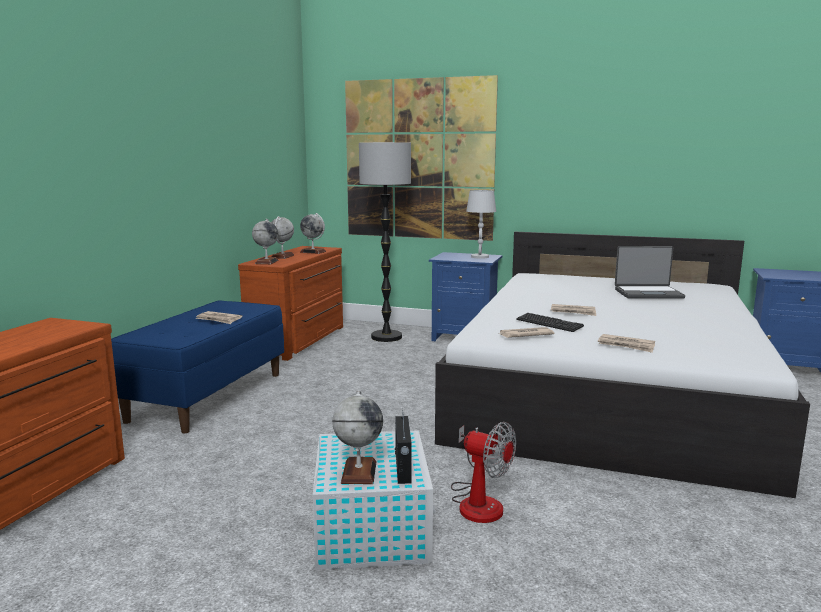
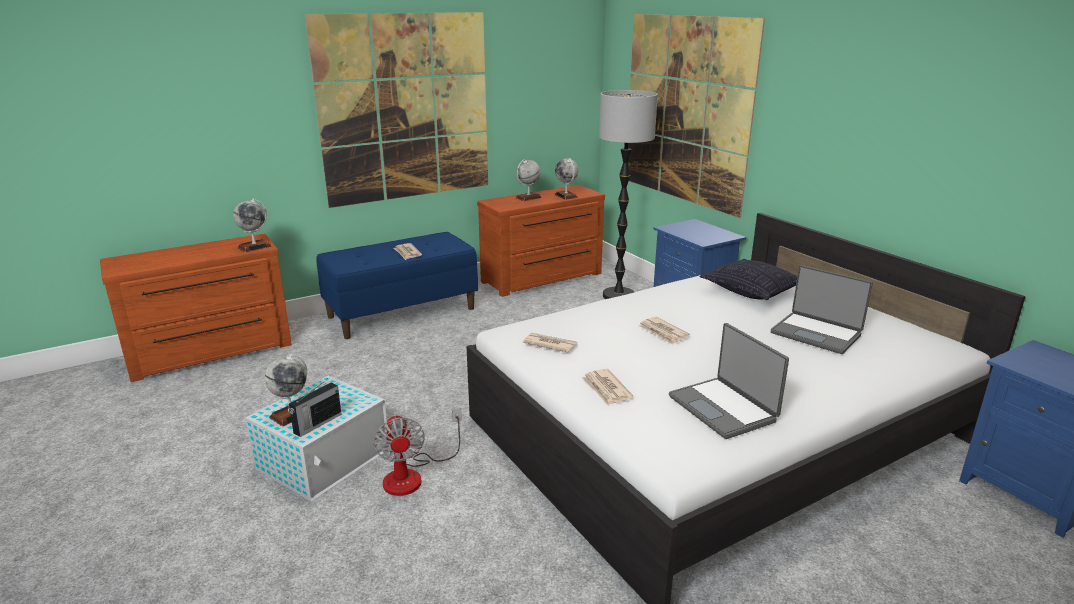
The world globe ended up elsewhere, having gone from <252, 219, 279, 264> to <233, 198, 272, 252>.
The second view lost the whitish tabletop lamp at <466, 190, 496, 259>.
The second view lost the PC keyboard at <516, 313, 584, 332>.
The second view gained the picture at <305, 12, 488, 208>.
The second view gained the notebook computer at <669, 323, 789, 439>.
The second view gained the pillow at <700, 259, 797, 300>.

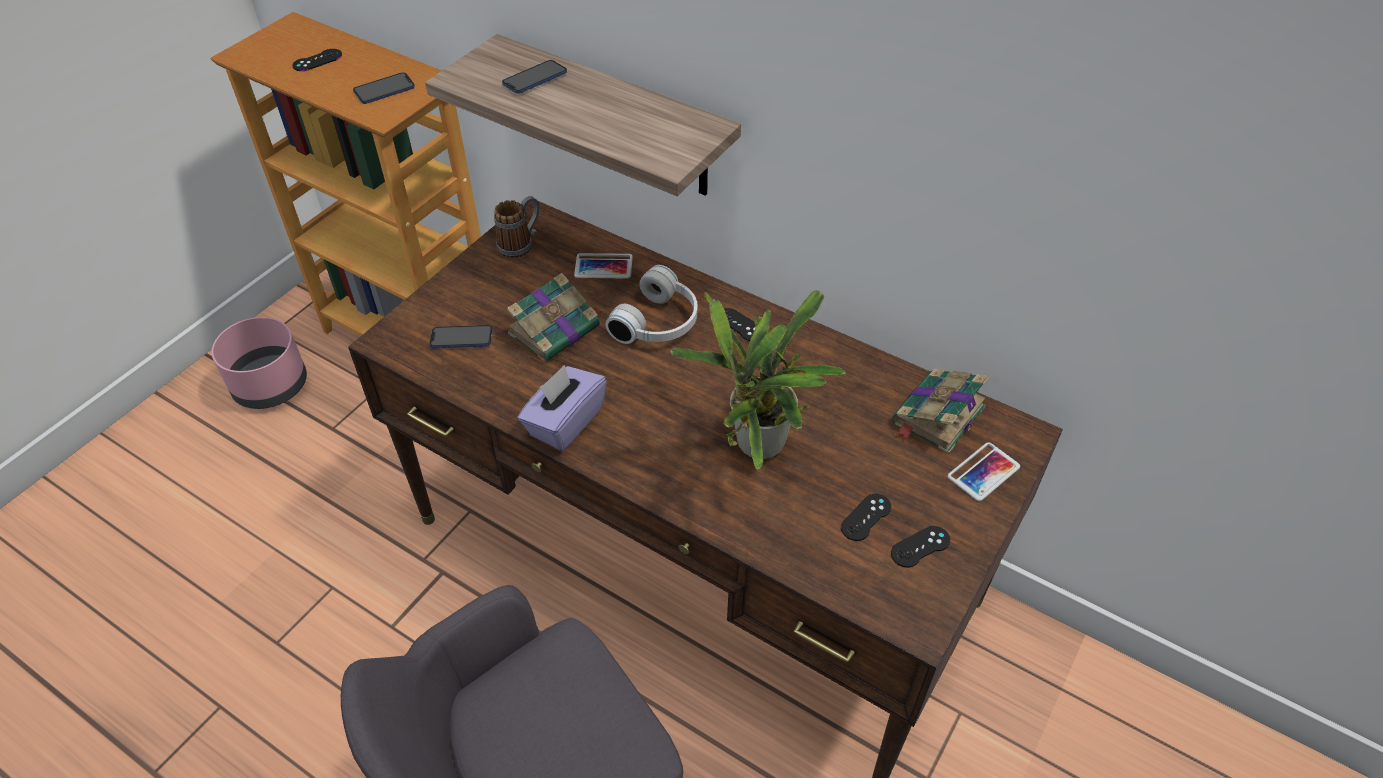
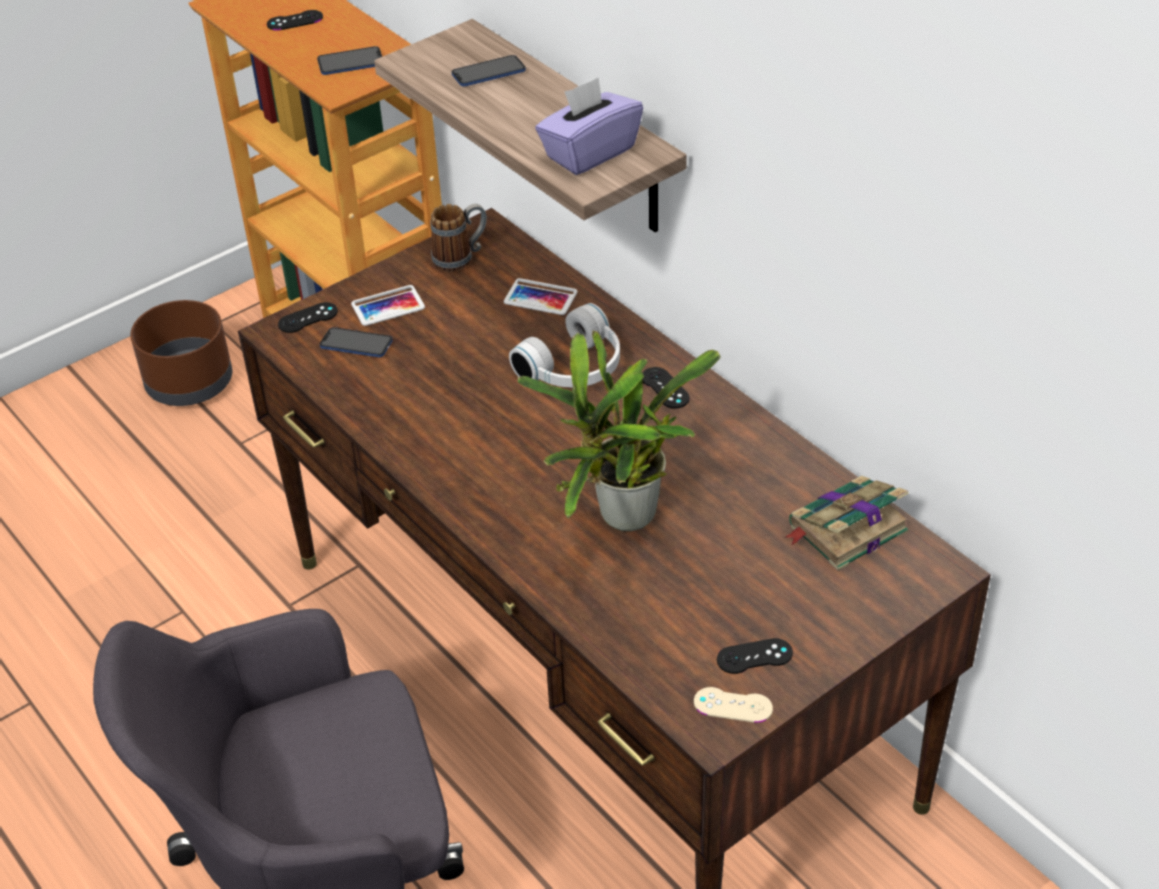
What was the pink flower pot at <211, 317, 307, 409> turned into the brown-coloured flower pot at <130, 300, 232, 406>.
The second view lost the bound book at <507, 273, 603, 362>.
The purple-coloured box of tissues ended up elsewhere, having gone from <517, 365, 607, 451> to <535, 77, 643, 175>.
The black gamepad ended up elsewhere, having gone from <841, 494, 891, 541> to <278, 302, 338, 333>.
The telephone ended up elsewhere, having gone from <948, 442, 1020, 501> to <351, 285, 425, 326>.
The second view gained the sand-coloured gamepad at <694, 687, 773, 723>.

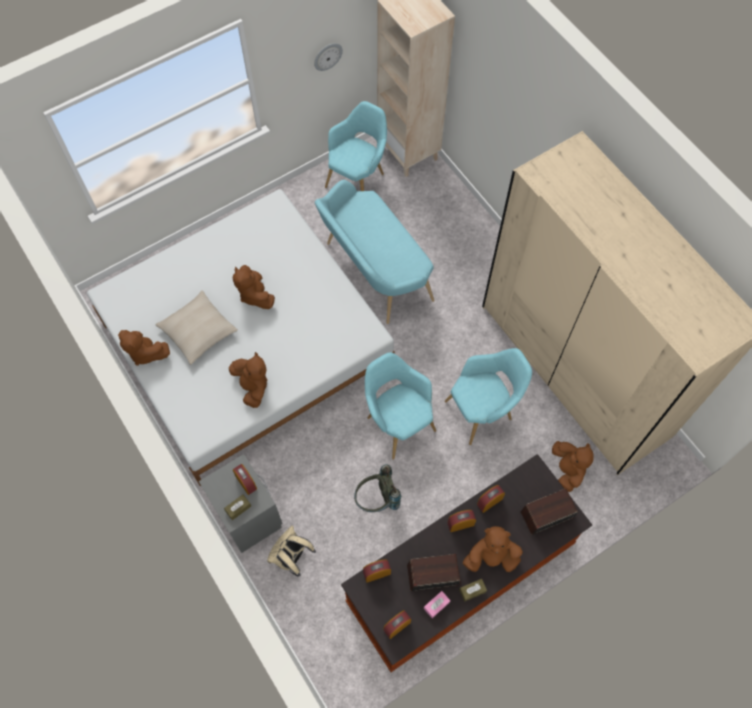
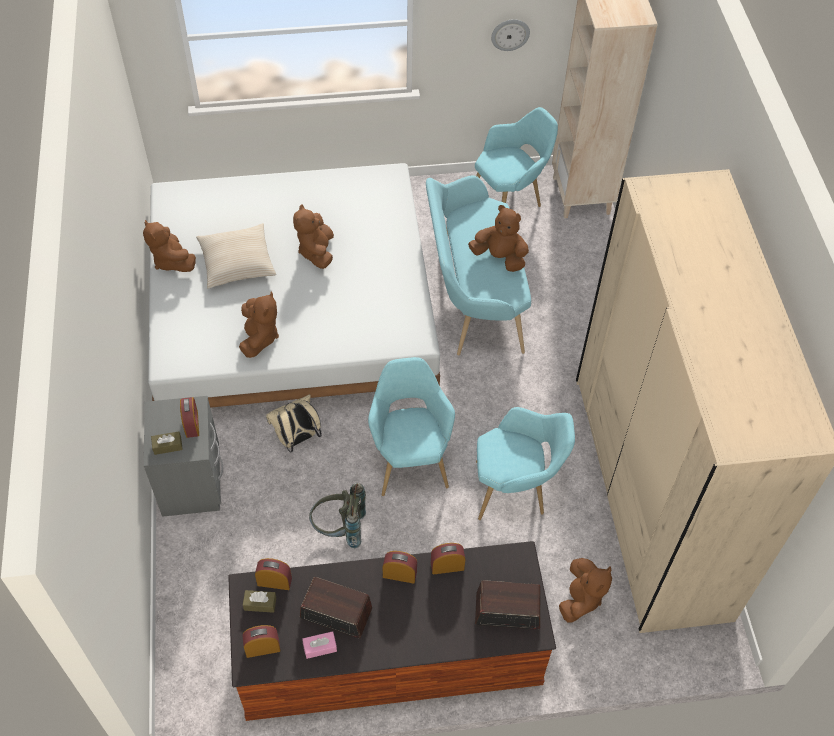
The sand-coloured rucksack ended up elsewhere, having gone from <267, 525, 316, 577> to <266, 394, 322, 452>.
The brown-coloured box of tissues ended up elsewhere, having gone from <459, 579, 487, 602> to <243, 590, 276, 613>.
The brown-coloured plush toy ended up elsewhere, having gone from <463, 526, 523, 572> to <468, 205, 529, 272>.

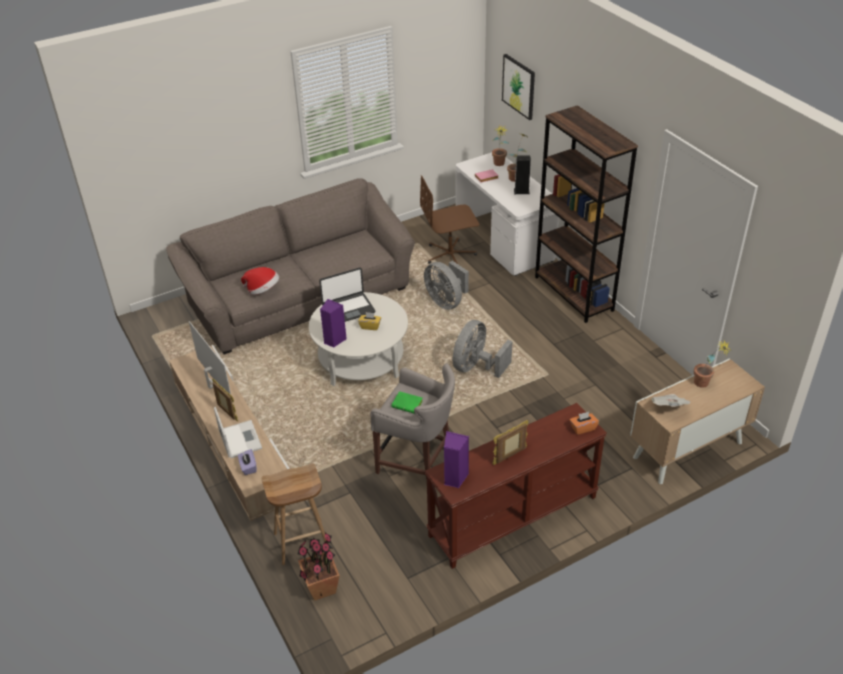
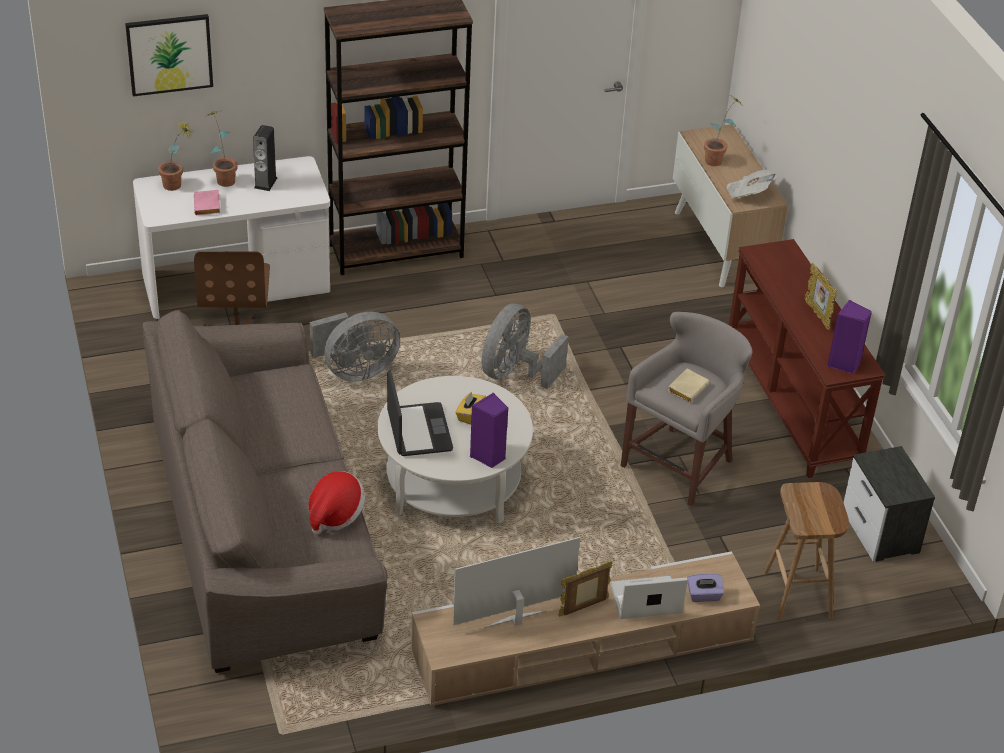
The second view lost the houseplant at <298, 532, 340, 601>.
What was the green bound book at <392, 391, 423, 414> turned into the sand-coloured bound book at <668, 369, 709, 402>.
The grey electric fan at <453, 320, 512, 378> ended up facing another way, 75 degrees clockwise from before.
The second view lost the orangey box of tissues at <570, 412, 599, 435>.
The second view gained the night table at <843, 446, 935, 562>.

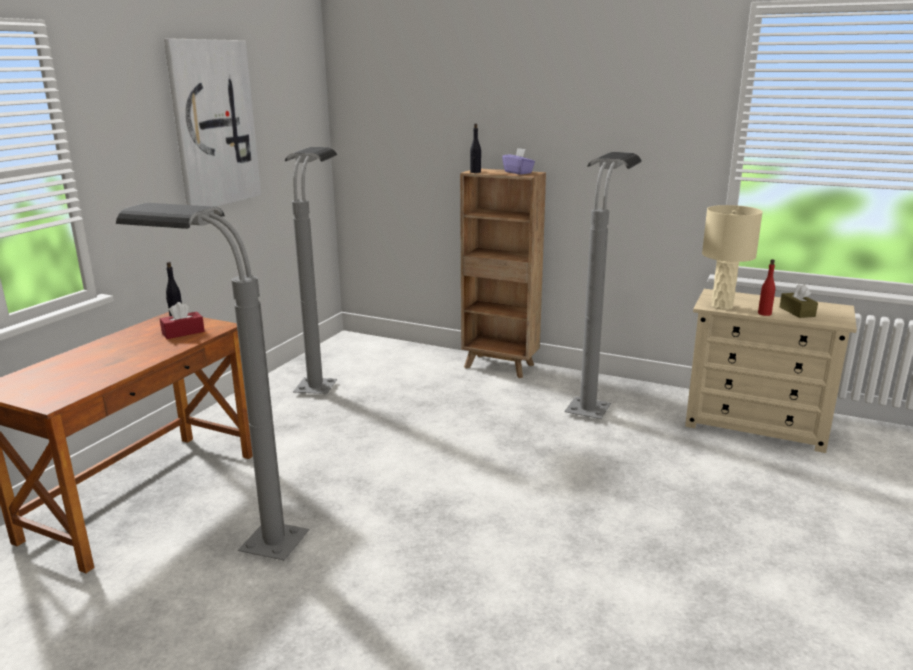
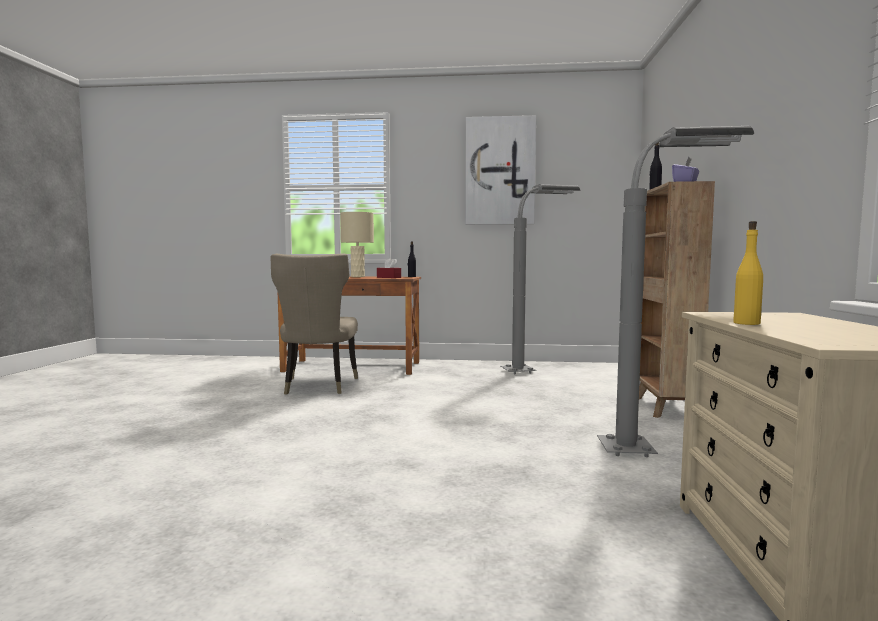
Where the grey standing lamp stood at <116, 203, 309, 560>, the sand-coloured plain chair came to stand at <270, 253, 358, 395>.
The sand-coloured tabletop lamp ended up elsewhere, having gone from <702, 205, 763, 310> to <340, 212, 374, 277>.
What was the reddish bottle at <758, 259, 775, 316> turned into the yellow-coloured bottle at <733, 221, 763, 325>.
The second view lost the brown-coloured box of tissues at <780, 284, 818, 318>.

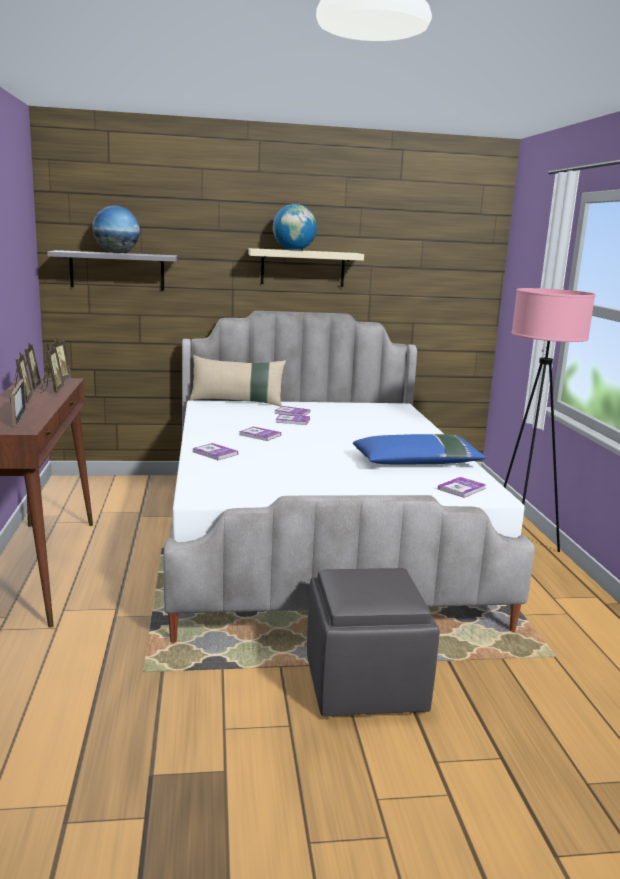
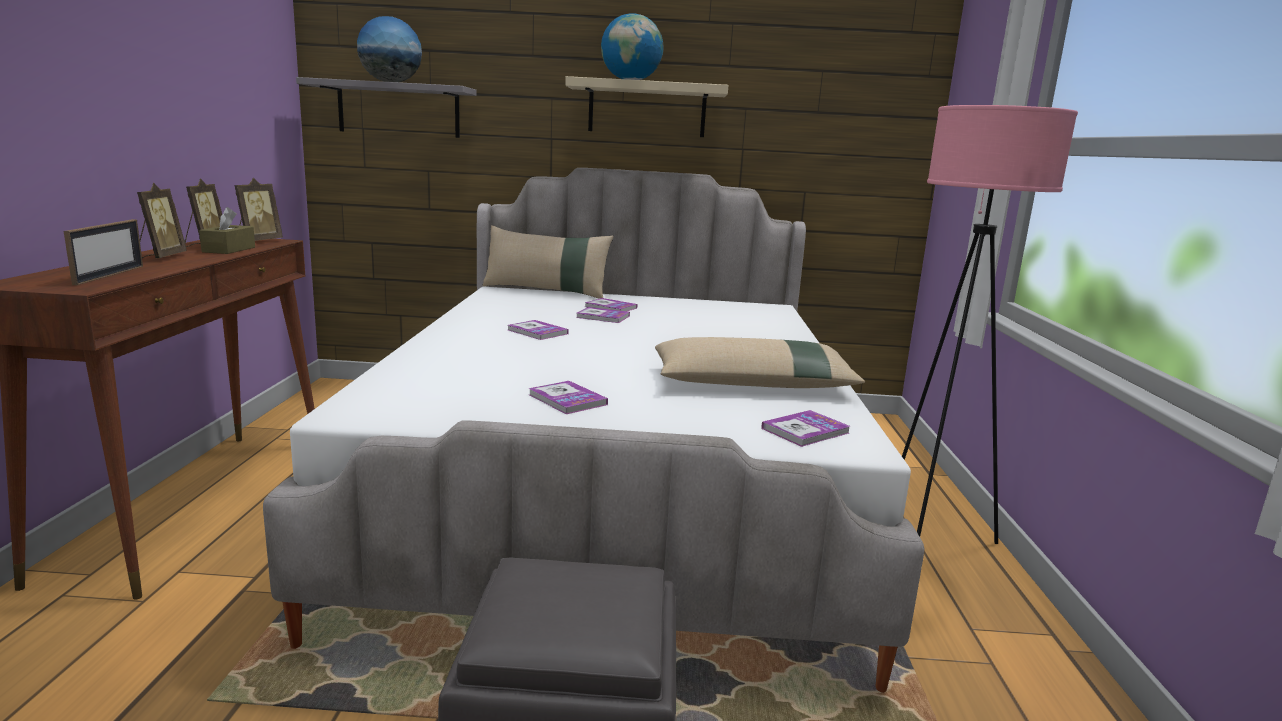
Where the photo frame stood at <41, 345, 64, 393>, the brown-coloured box of tissues came to stand at <199, 207, 255, 254>.
The bound book ended up elsewhere, having gone from <192, 443, 238, 460> to <529, 381, 608, 414>.
What was the bluish pillow at <353, 434, 487, 464> turned into the sand-coloured pillow at <655, 337, 865, 388>.

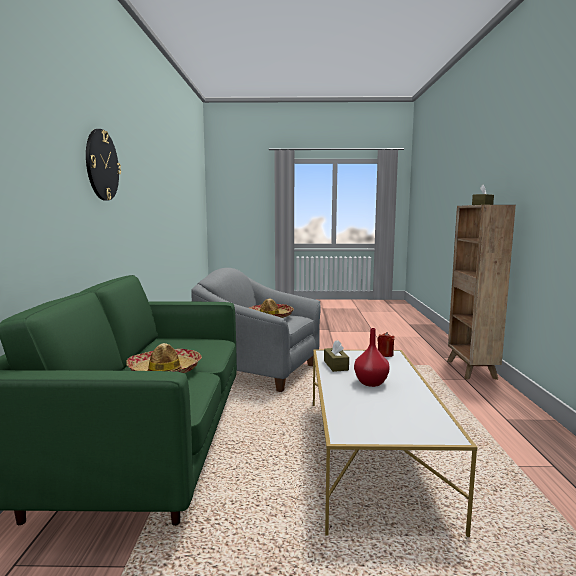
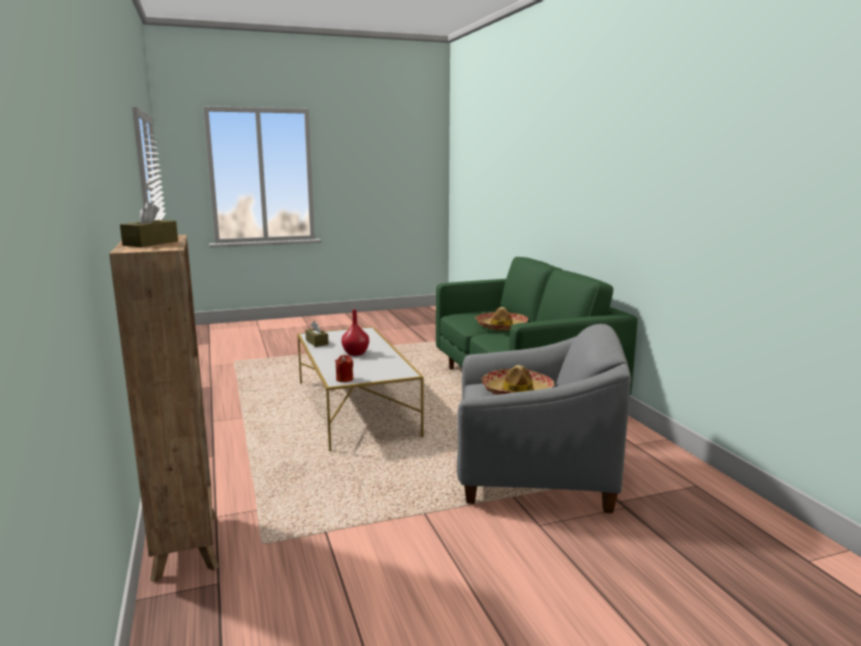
The second view lost the clock on the wall at <86, 129, 121, 201>.
The brown-coloured box of tissues ended up elsewhere, having gone from <324, 340, 349, 372> to <305, 321, 329, 347>.

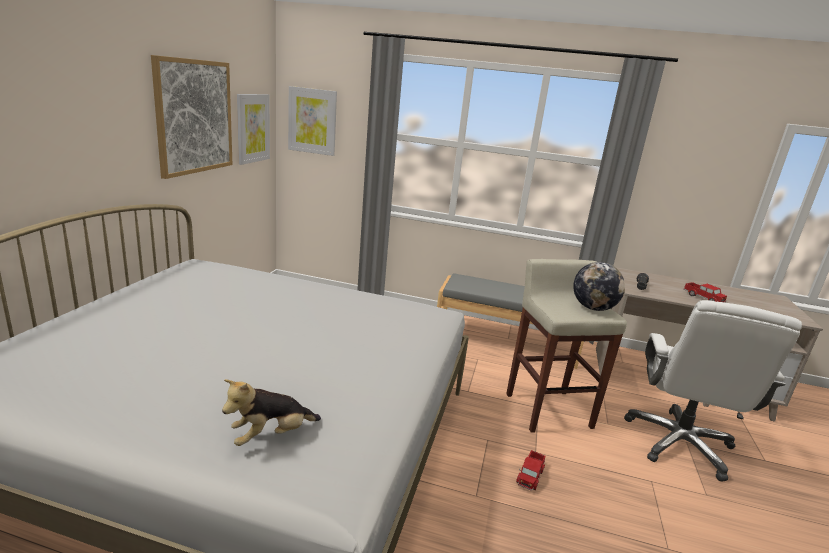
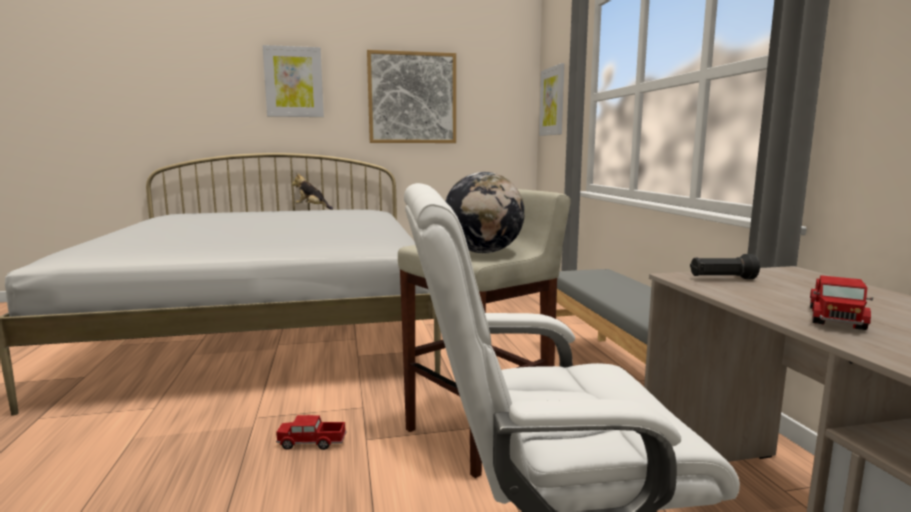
The plush toy ended up elsewhere, having gone from <222, 379, 321, 446> to <292, 173, 333, 210>.
The picture ended up elsewhere, having gone from <237, 94, 270, 165> to <263, 45, 324, 117>.

